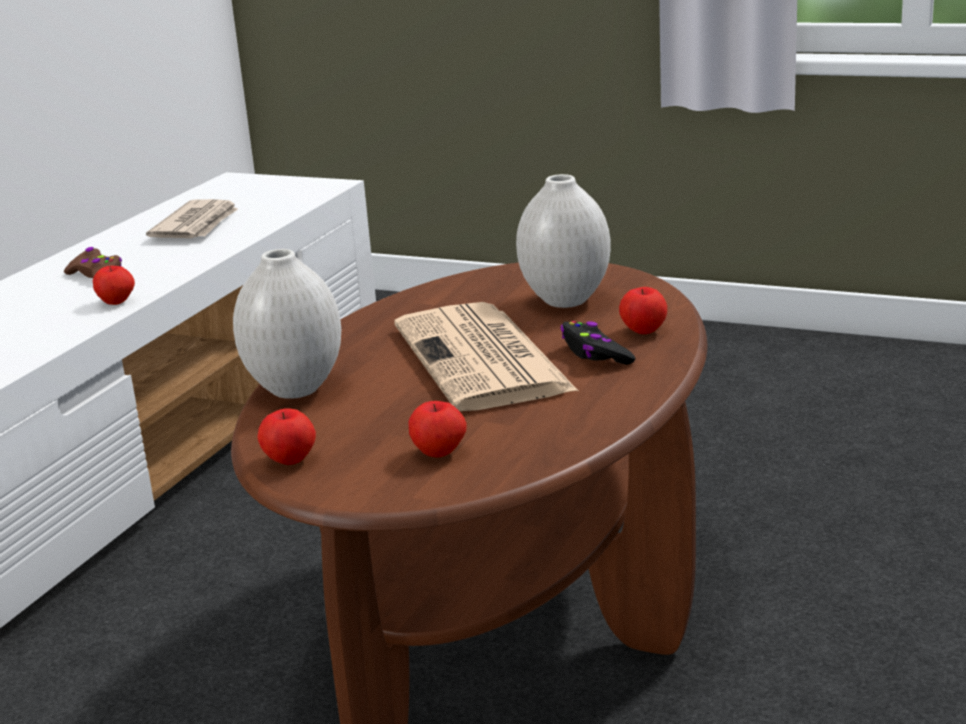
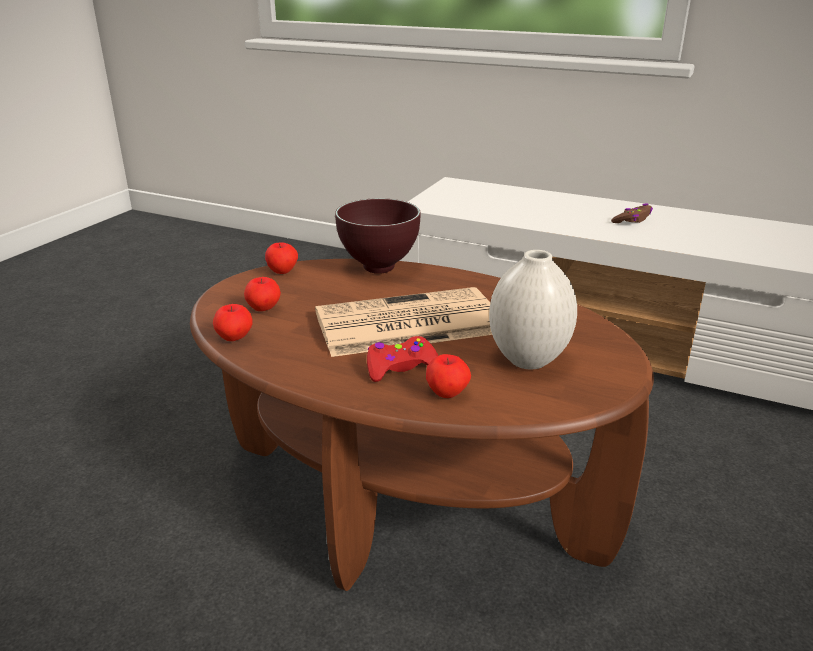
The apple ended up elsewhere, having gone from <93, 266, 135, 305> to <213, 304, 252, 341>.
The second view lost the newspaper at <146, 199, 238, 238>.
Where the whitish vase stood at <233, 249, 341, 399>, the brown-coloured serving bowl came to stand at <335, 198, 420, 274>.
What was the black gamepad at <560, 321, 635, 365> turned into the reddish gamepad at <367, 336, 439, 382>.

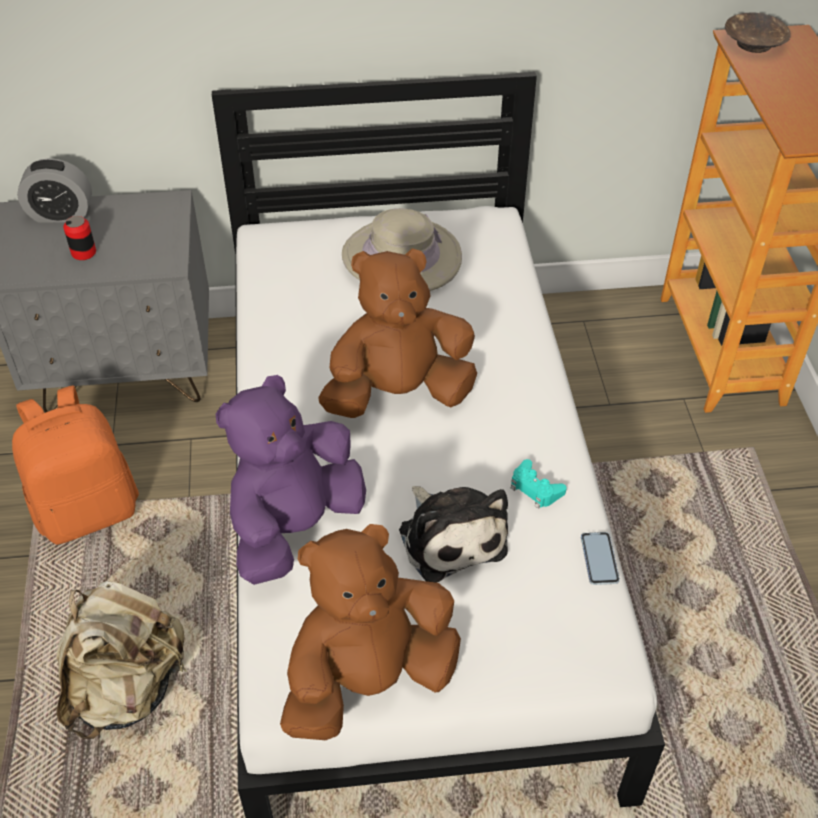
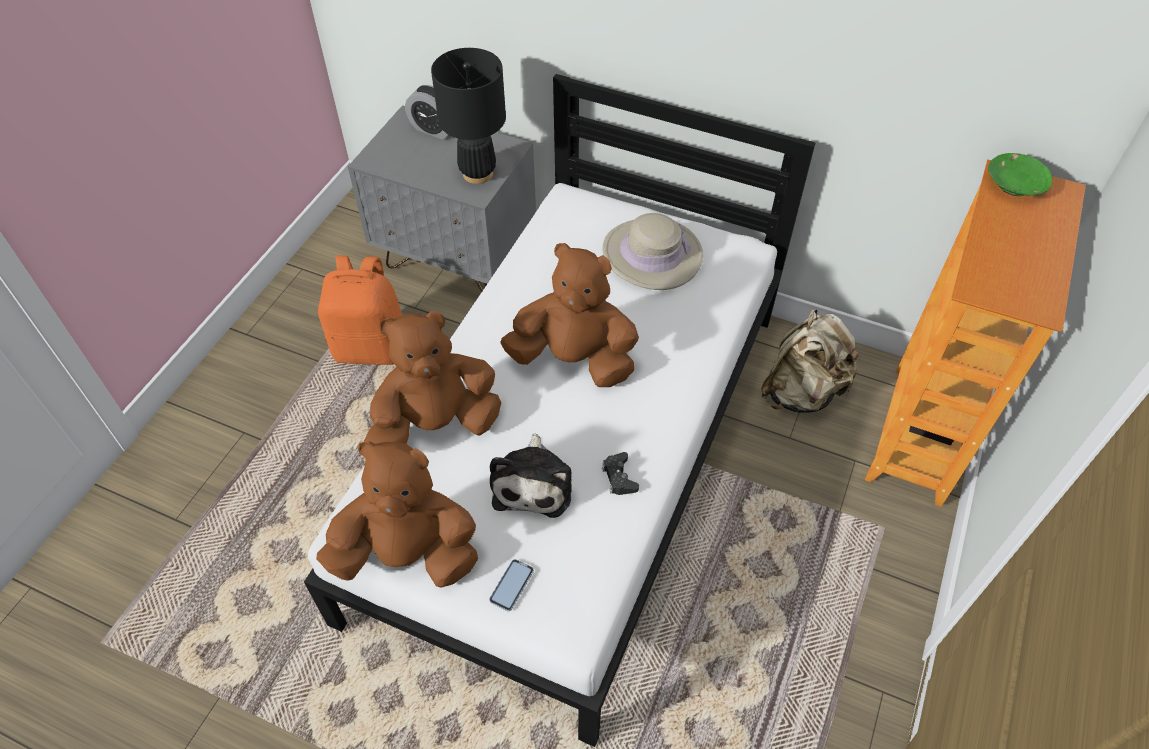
The sand-coloured rucksack ended up elsewhere, having gone from <56, 581, 188, 739> to <761, 309, 861, 413>.
The second view lost the can at <63, 216, 96, 260>.
What was the purple-coloured plush toy at <216, 375, 366, 585> turned into the brown-coloured plush toy at <364, 311, 501, 444>.
What was the turquoise gamepad at <511, 459, 567, 509> turned into the black gamepad at <602, 452, 639, 495>.
The telephone ended up elsewhere, having gone from <581, 532, 620, 585> to <489, 559, 534, 611>.
What was the brown-coloured serving bowl at <725, 12, 791, 53> turned into the green serving bowl at <988, 153, 1052, 196>.
The second view gained the black tabletop lamp at <431, 48, 506, 184>.

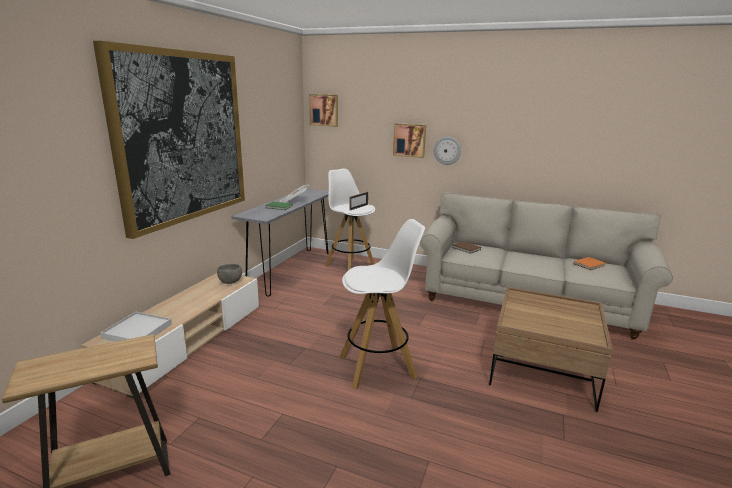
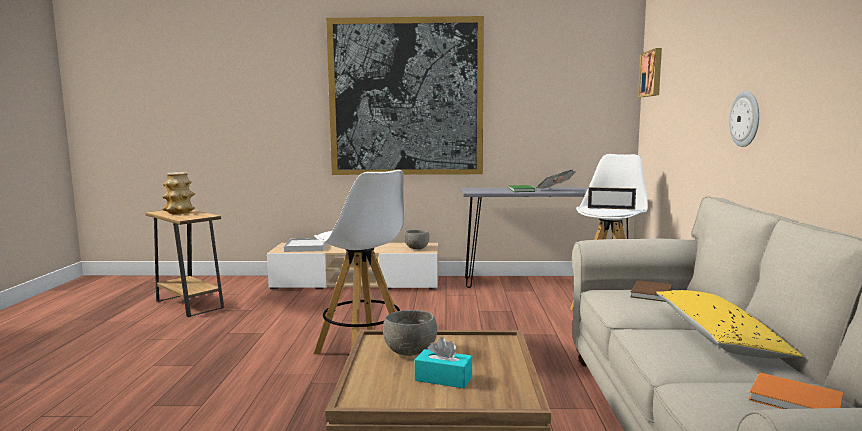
The second view lost the picture at <393, 123, 426, 158>.
The second view gained the vase at <162, 172, 195, 214>.
The second view gained the grey serving bowl at <383, 310, 437, 356>.
The second view gained the turquoise box of tissues at <415, 337, 472, 388>.
The second view gained the yellow-coloured pillow at <656, 290, 804, 358>.

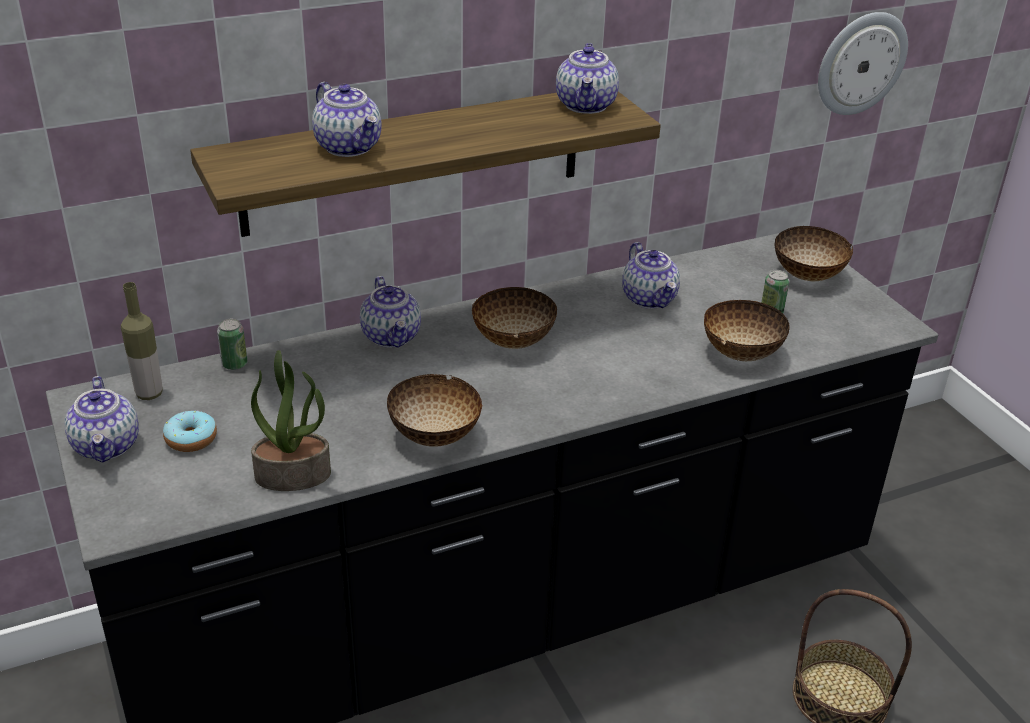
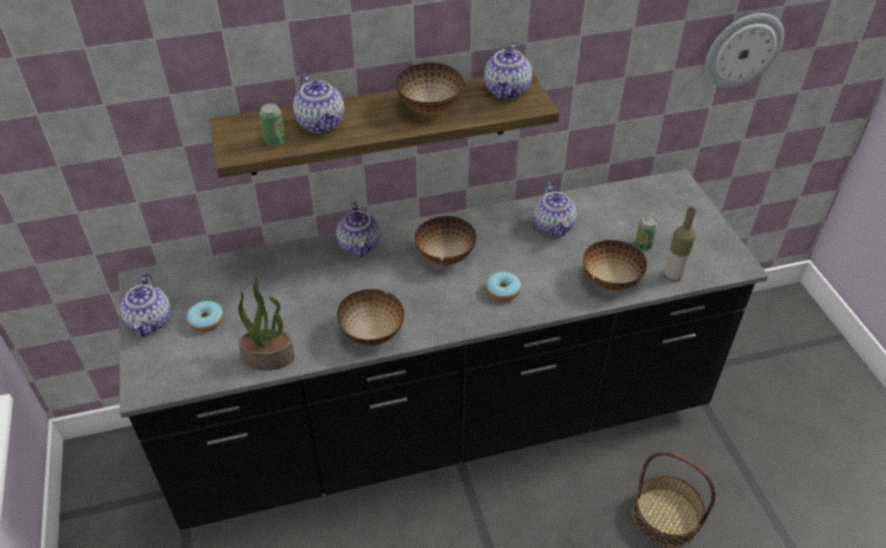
The bottle ended up elsewhere, having gone from <121, 282, 163, 400> to <665, 207, 696, 282>.
The can ended up elsewhere, having gone from <217, 319, 247, 370> to <260, 103, 286, 146>.
The serving bowl ended up elsewhere, having gone from <775, 226, 853, 281> to <395, 62, 465, 114>.
The second view gained the ring doughnut at <486, 271, 521, 301>.

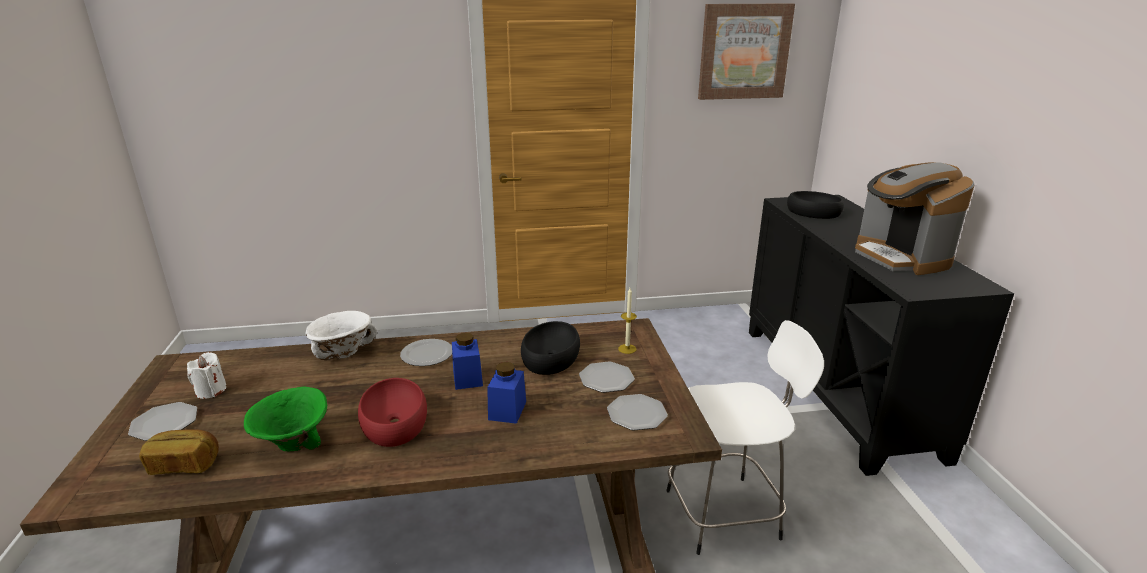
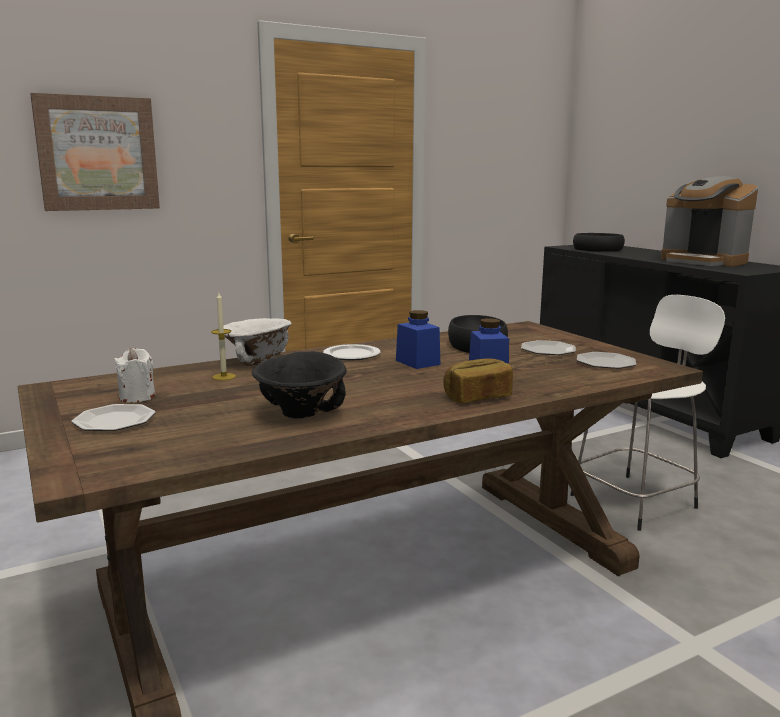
The bread ended up elsewhere, having gone from <139, 429, 219, 475> to <443, 358, 513, 403>.
What was the green serving bowl at <244, 387, 327, 452> turned into the black serving bowl at <252, 351, 347, 419>.
The second view lost the reddish serving bowl at <358, 378, 427, 447>.
The wax light ended up elsewhere, having gone from <618, 288, 637, 354> to <211, 293, 236, 380>.
The picture ended up elsewhere, having gone from <698, 3, 795, 100> to <30, 93, 160, 211>.

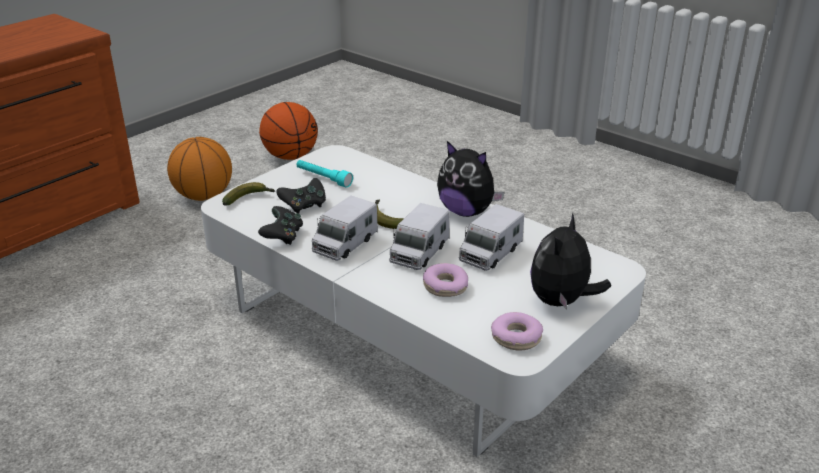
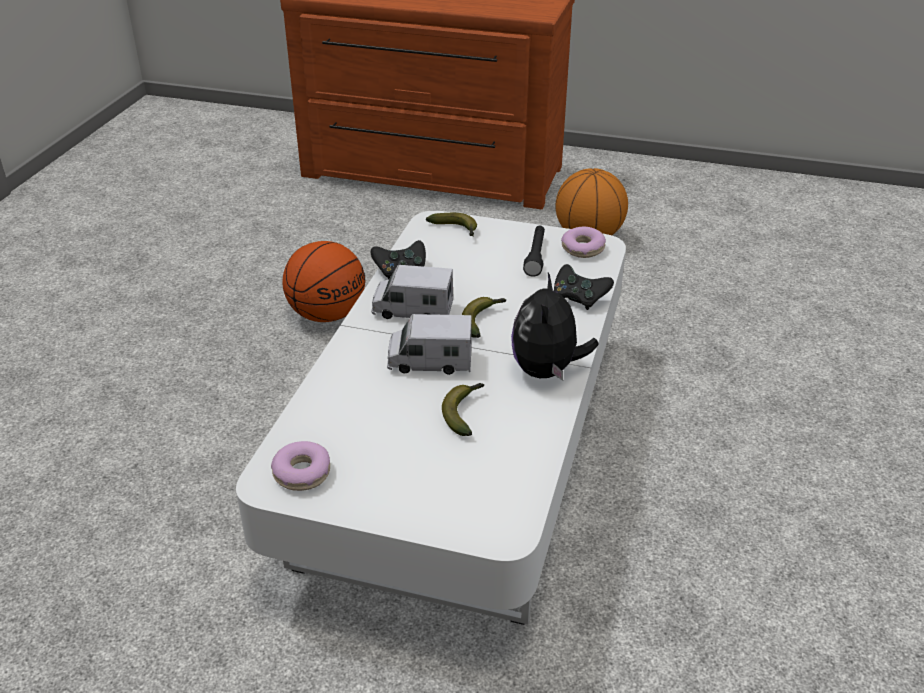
The basketball ended up elsewhere, having gone from <259, 102, 318, 160> to <283, 241, 365, 322>.
The black gamepad ended up elsewhere, having gone from <276, 178, 326, 214> to <554, 264, 614, 310>.
What was the turquoise flashlight at <297, 160, 353, 188> turned into the black flashlight at <523, 226, 545, 277>.
The ring doughnut ended up elsewhere, having gone from <423, 263, 468, 297> to <561, 227, 606, 258>.
Where the toy lorry stood at <459, 204, 524, 271>, the banana came to stand at <442, 383, 484, 436>.
The second view lost the plush toy at <530, 212, 611, 309>.

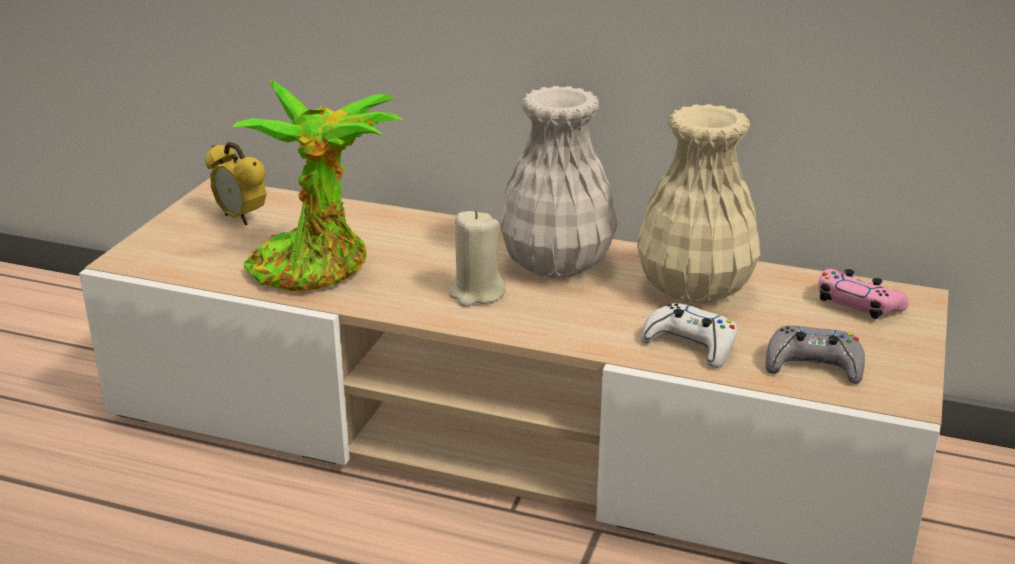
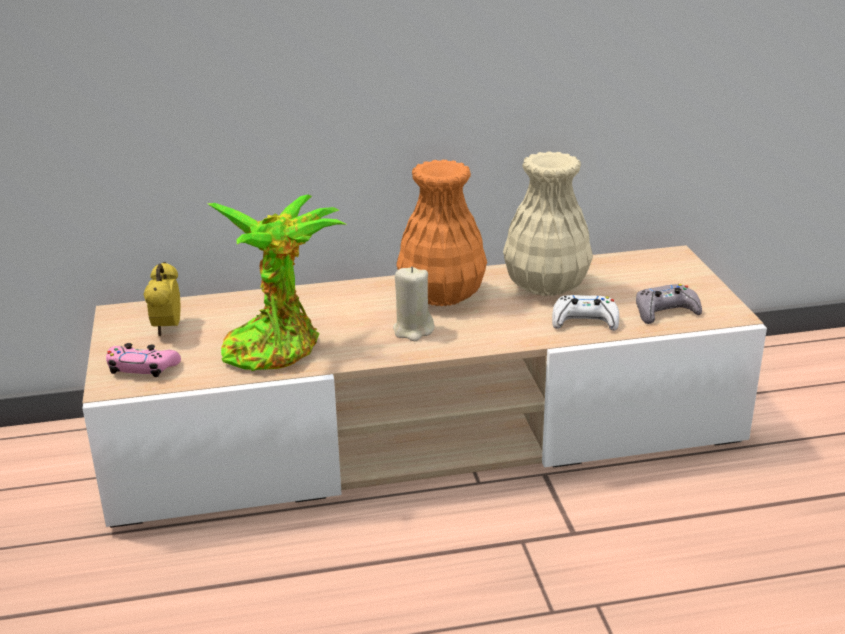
The table clock at <205, 142, 266, 226> ended up facing another way, 75 degrees clockwise from before.
What was the whitish vase at <499, 86, 618, 278> turned into the orangey vase at <397, 160, 487, 306>.
The pink gamepad ended up elsewhere, having gone from <819, 269, 909, 319> to <106, 343, 181, 377>.

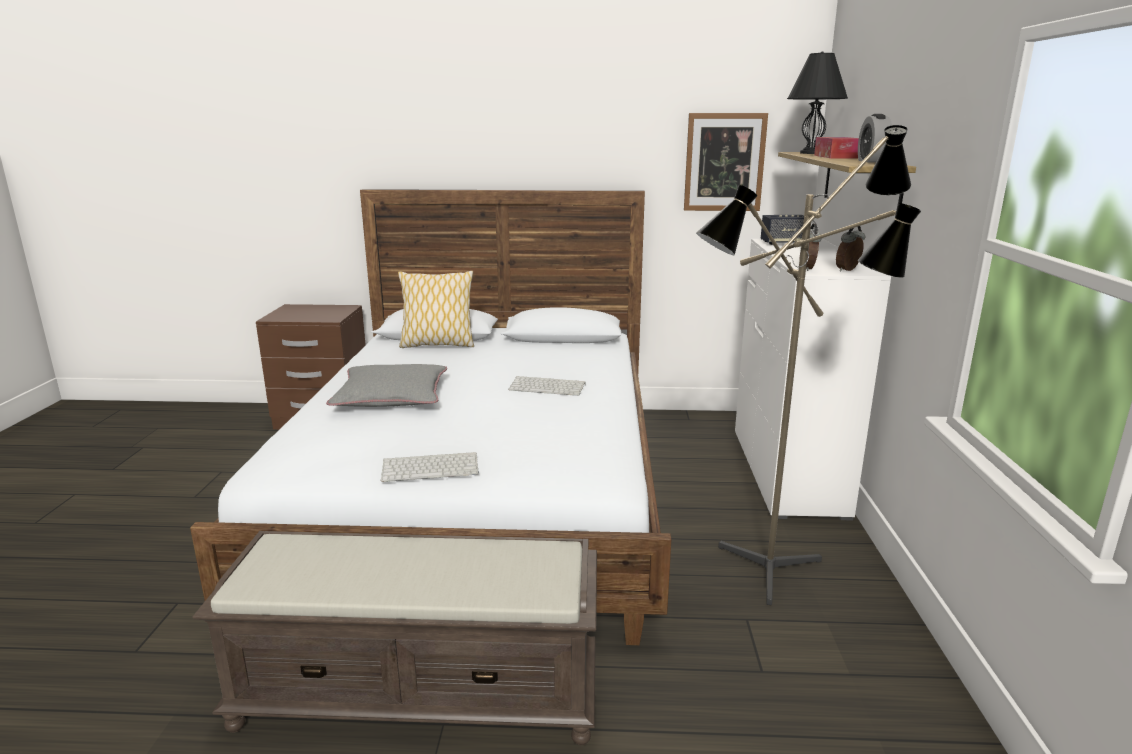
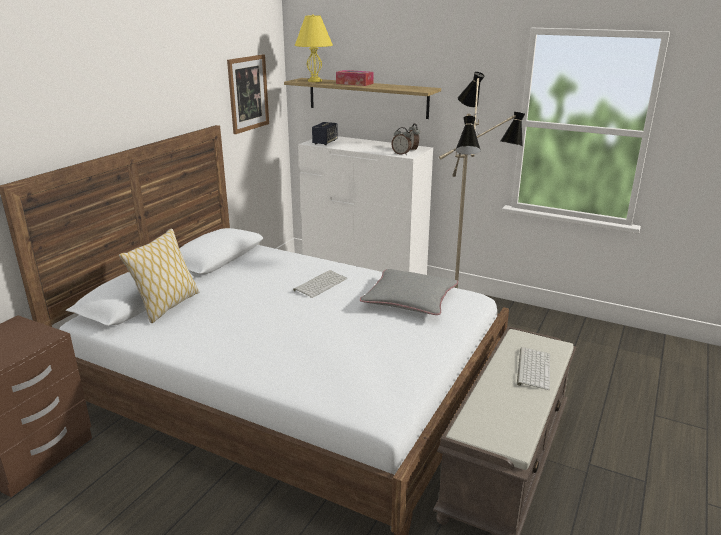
The grey pillow ended up elsewhere, having gone from <326, 364, 447, 407> to <360, 269, 458, 315>.
The PC keyboard ended up elsewhere, having gone from <381, 452, 479, 482> to <517, 347, 550, 390>.
What was the black tabletop lamp at <787, 51, 848, 154> turned into the yellow-coloured tabletop lamp at <295, 14, 333, 82>.
The second view lost the table clock at <858, 114, 892, 163>.

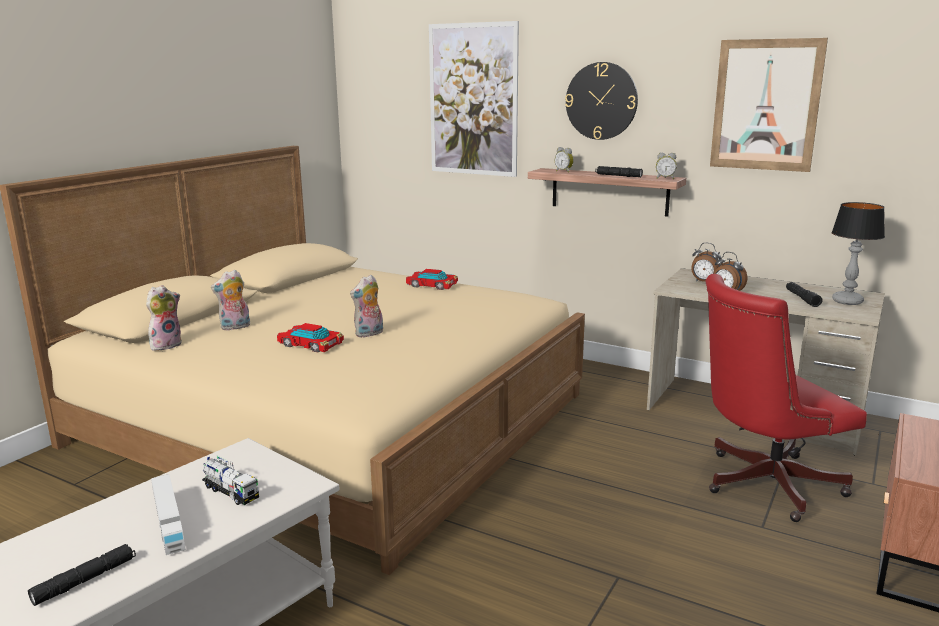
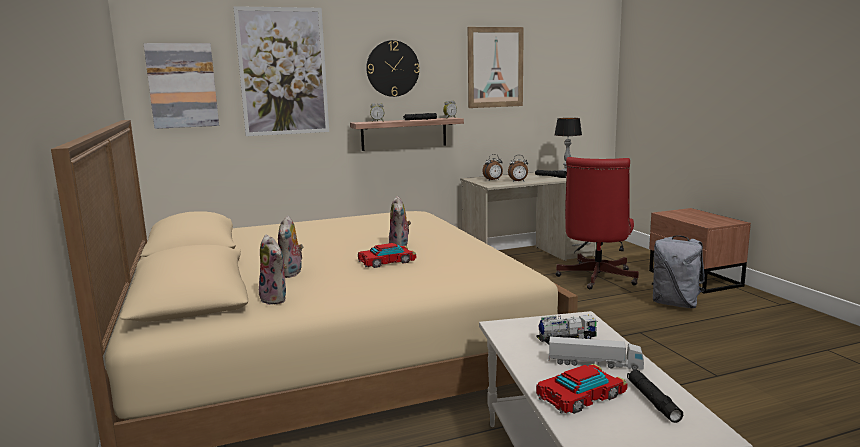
The plush toy at <146, 285, 182, 351> ended up facing another way, 150 degrees clockwise from before.
The toy car ended up elsewhere, having gone from <406, 269, 458, 290> to <536, 364, 628, 414>.
The second view gained the picture at <144, 43, 219, 129>.
The second view gained the grey rucksack at <652, 235, 705, 308>.

